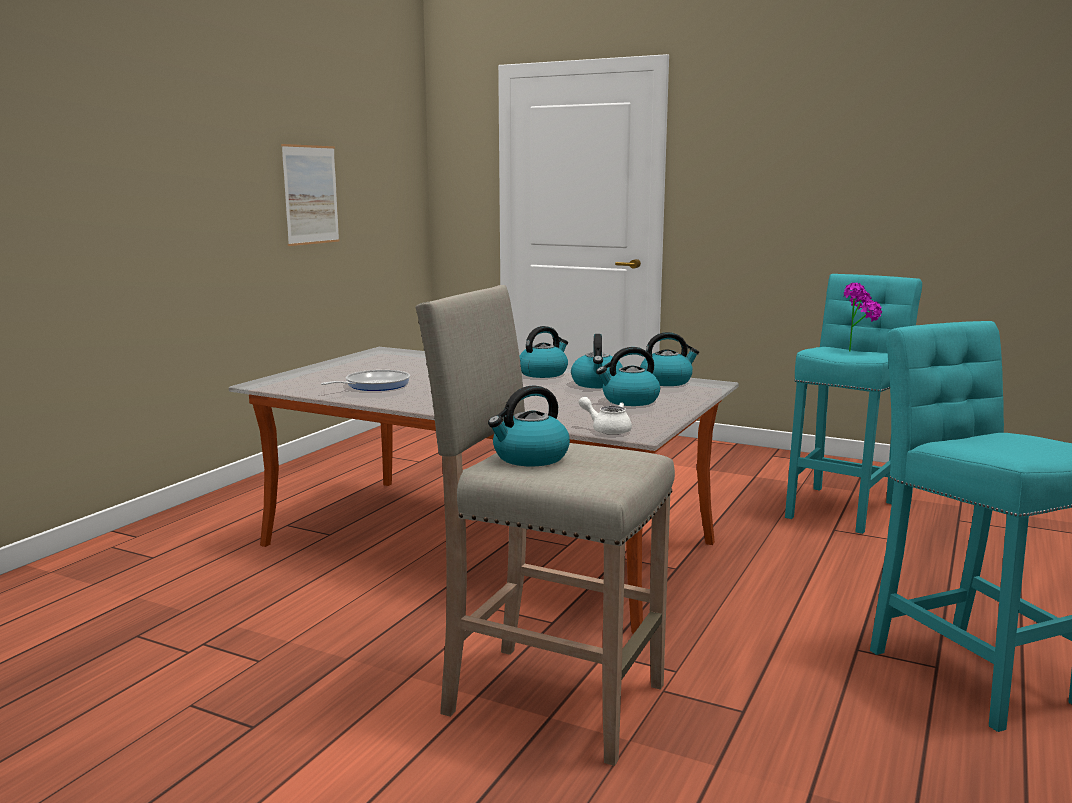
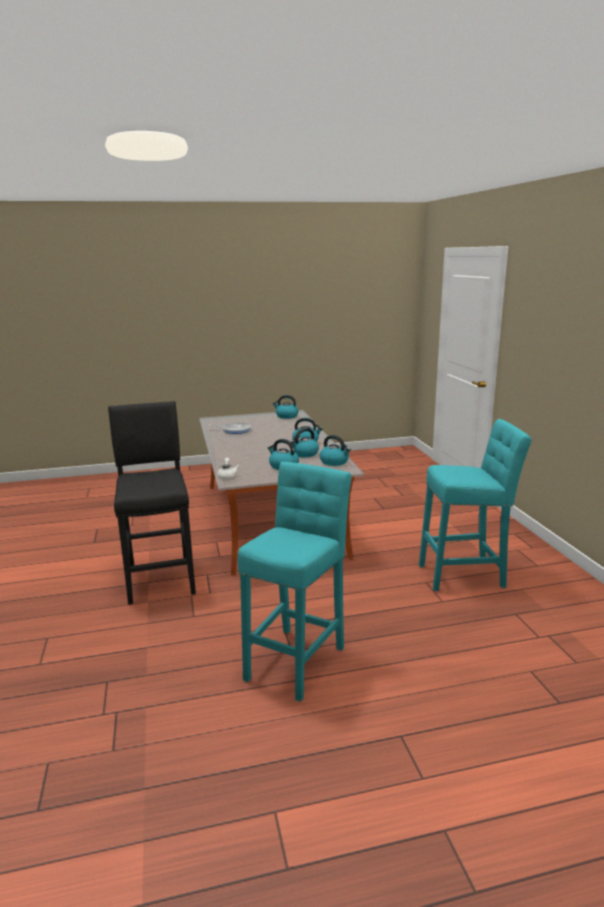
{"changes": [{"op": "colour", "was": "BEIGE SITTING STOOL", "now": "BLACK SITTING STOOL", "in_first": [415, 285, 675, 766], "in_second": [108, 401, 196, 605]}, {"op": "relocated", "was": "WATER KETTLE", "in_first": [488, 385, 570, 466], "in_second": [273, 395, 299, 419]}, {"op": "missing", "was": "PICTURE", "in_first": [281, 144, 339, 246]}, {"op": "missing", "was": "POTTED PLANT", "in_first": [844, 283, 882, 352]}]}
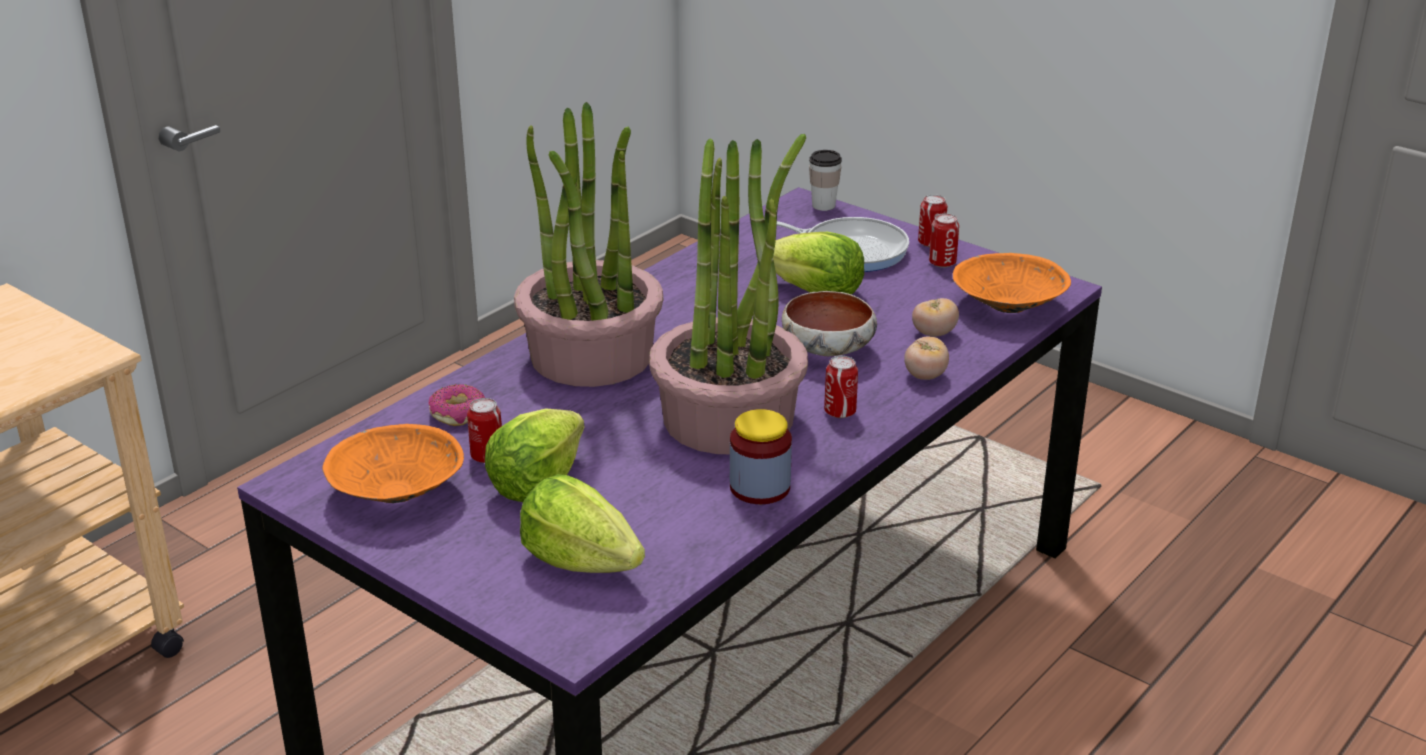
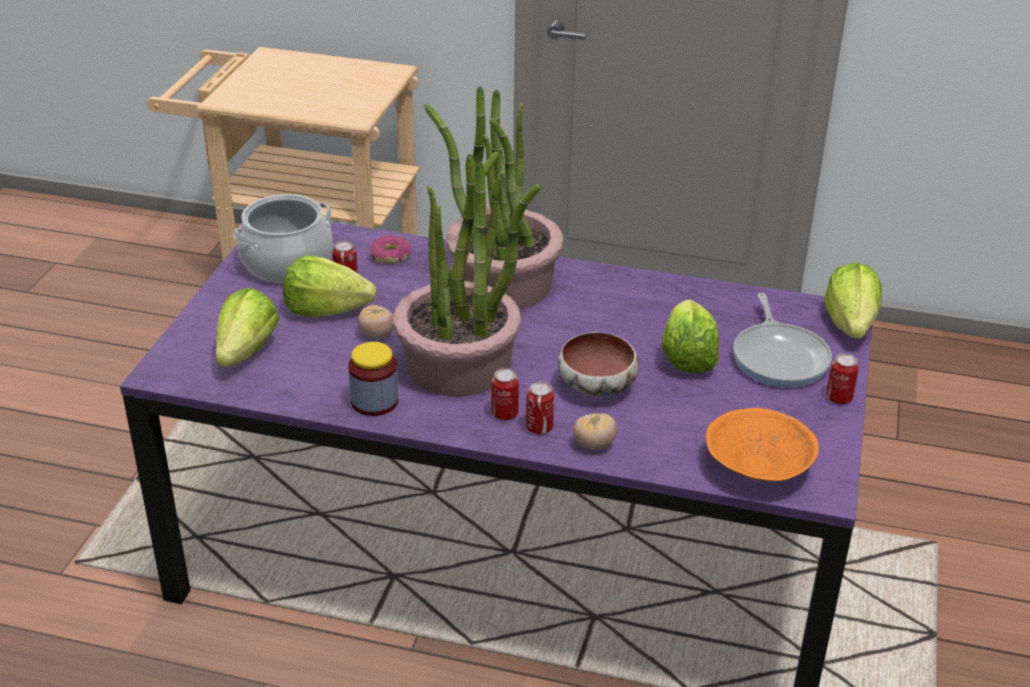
{"changes": [{"op": "exchanged", "was": "ORANGE-COLOURED SERVING BOWL", "now": "SAUCEPOT", "in_first": [322, 424, 464, 503], "in_second": [233, 194, 333, 283]}, {"op": "relocated", "was": "TOMATO", "in_first": [912, 298, 959, 337], "in_second": [358, 305, 394, 339]}, {"op": "relocated", "was": "METAL CAN", "in_first": [929, 213, 959, 268], "in_second": [526, 382, 554, 434]}, {"op": "exchanged", "was": "SMALL CUP", "now": "LETTUCE", "in_first": [809, 150, 842, 211], "in_second": [825, 262, 882, 339]}]}
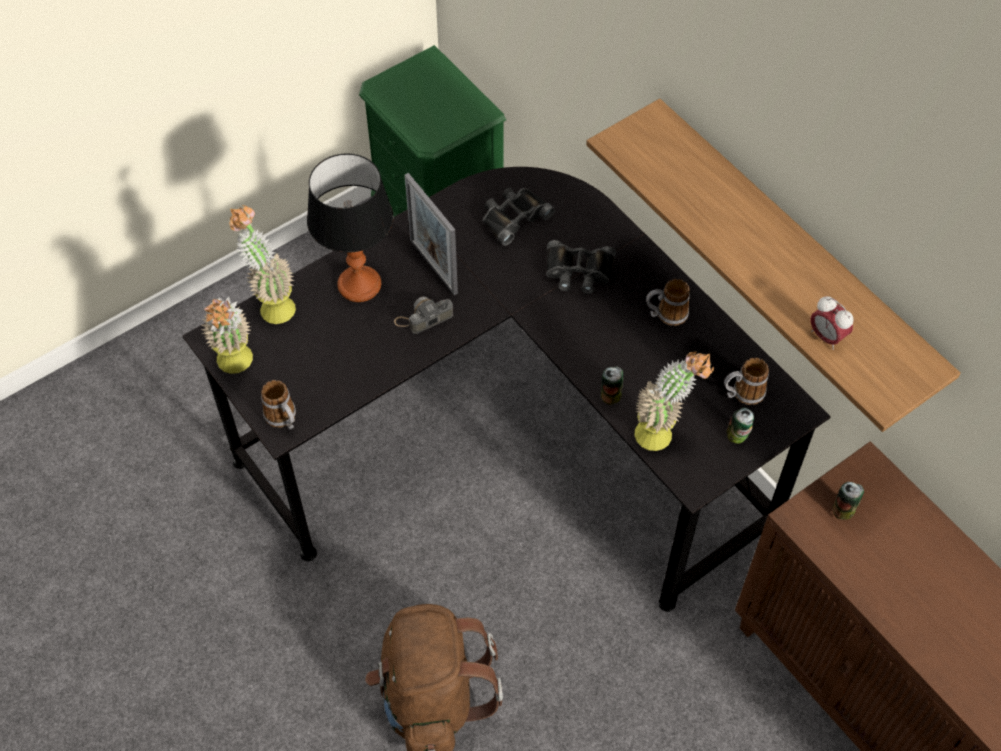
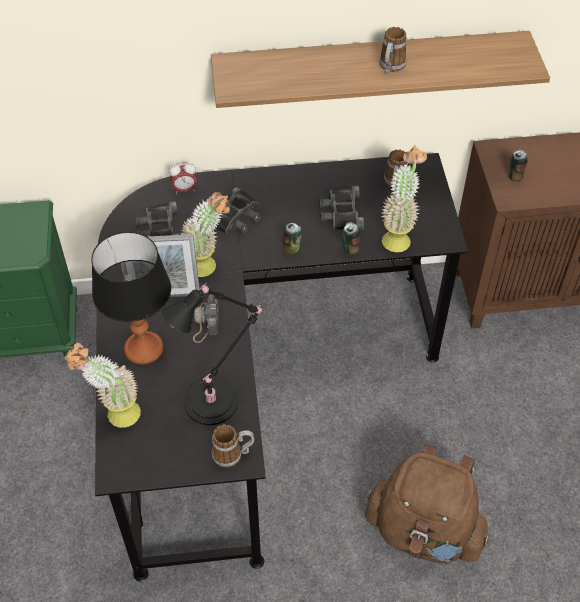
{"changes": [{"op": "appeared", "now": "BLACK TABLE LAMP", "in_second": [162, 282, 262, 425]}, {"op": "relocated", "was": "TABLE CLOCK", "in_first": [810, 296, 854, 350], "in_second": [169, 162, 197, 194]}, {"op": "relocated", "was": "POTTED PLANT", "in_first": [201, 297, 253, 374], "in_second": [180, 192, 230, 277]}, {"op": "relocated", "was": "METAL CAN", "in_first": [727, 408, 754, 444], "in_second": [283, 223, 301, 254]}, {"op": "appeared", "now": "BLACK BINOCULARS", "in_second": [319, 186, 364, 230]}, {"op": "relocated", "was": "MUG", "in_first": [646, 279, 690, 326], "in_second": [379, 27, 407, 73]}]}
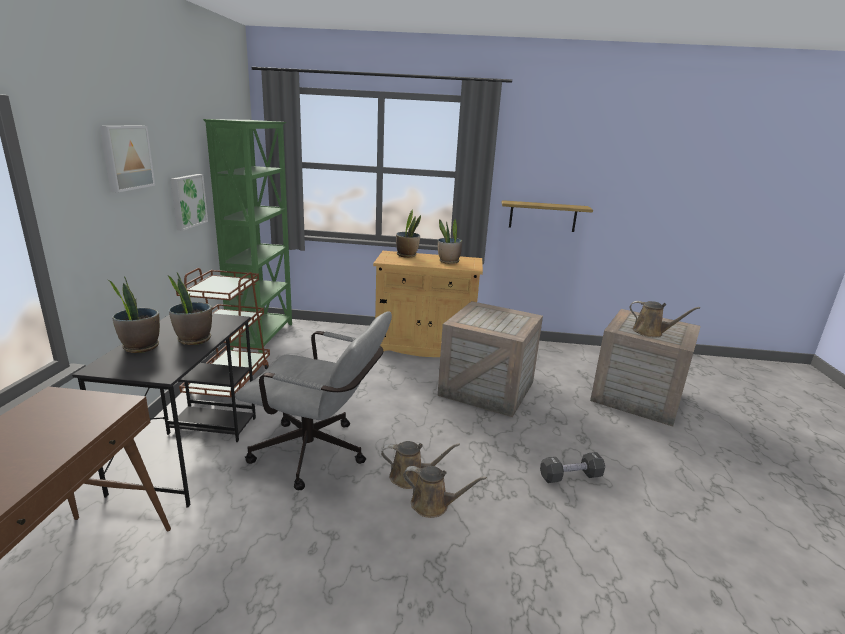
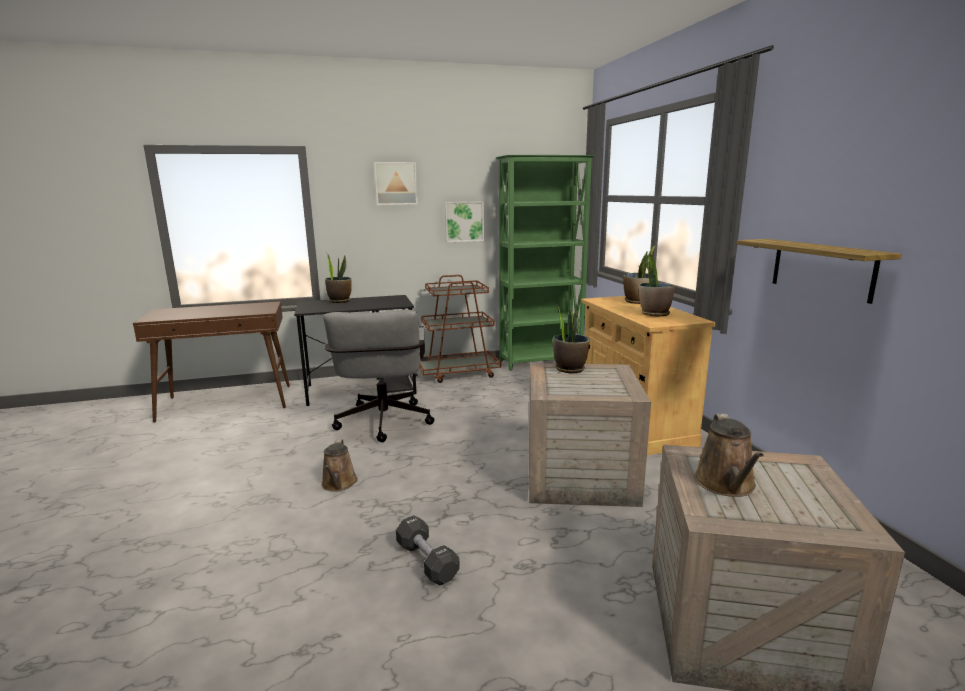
{"changes": [{"op": "relocated", "was": "POTTED PLANT", "in_first": [167, 272, 212, 345], "in_second": [553, 302, 590, 374]}, {"op": "missing", "was": "BROWN-COLOURED WATERING POT", "in_first": [381, 441, 460, 489]}]}
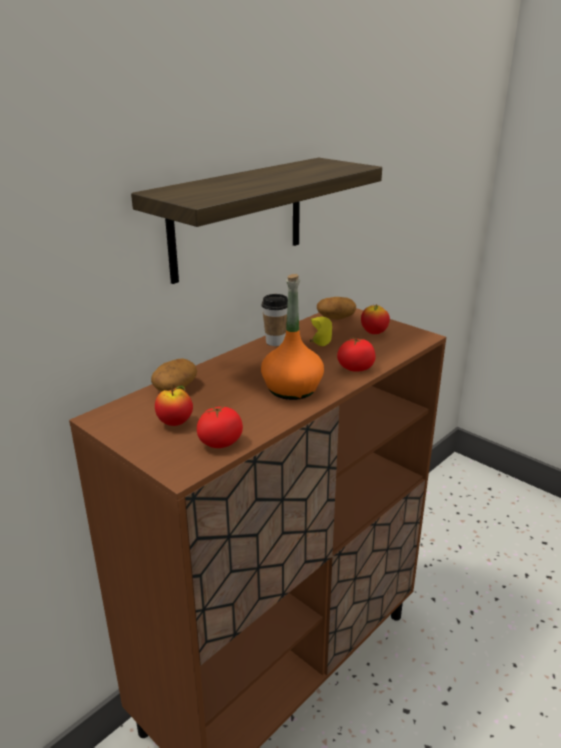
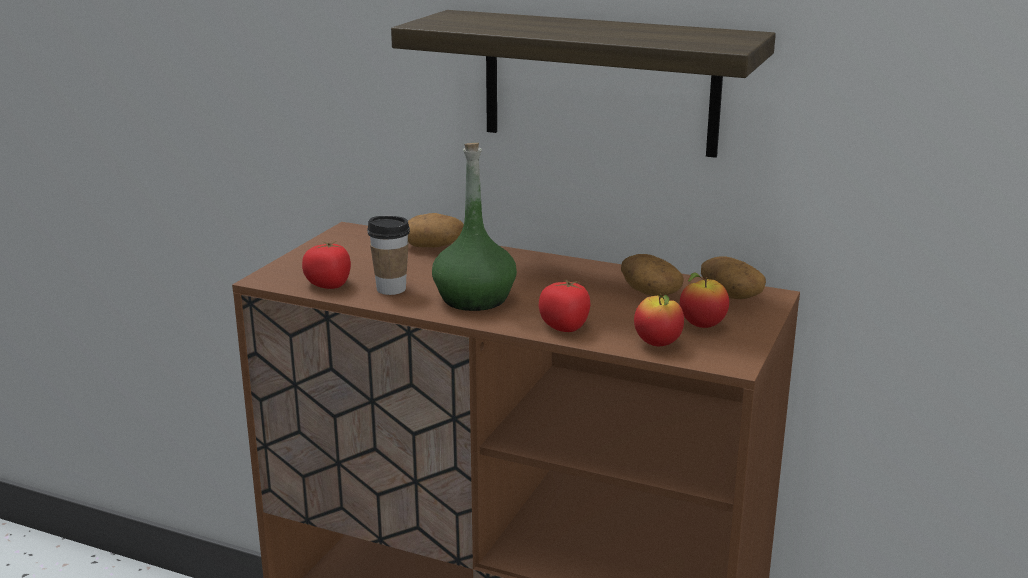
{"changes": [{"op": "relocated", "was": "SMALL CUP", "in_first": [262, 294, 288, 346], "in_second": [367, 216, 410, 295]}, {"op": "colour", "was": "ORANGE-COLOURED DRINK BOTTLE", "now": "GREEN-COLOURED DRINK BOTTLE", "in_first": [261, 274, 324, 400], "in_second": [432, 143, 517, 311]}, {"op": "exchanged", "was": "BANANA FRUIT", "now": "POTATO", "in_first": [310, 317, 332, 346], "in_second": [621, 254, 684, 296]}, {"op": "relocated", "was": "APPLE FRUIT", "in_first": [155, 386, 193, 426], "in_second": [634, 294, 684, 346]}]}
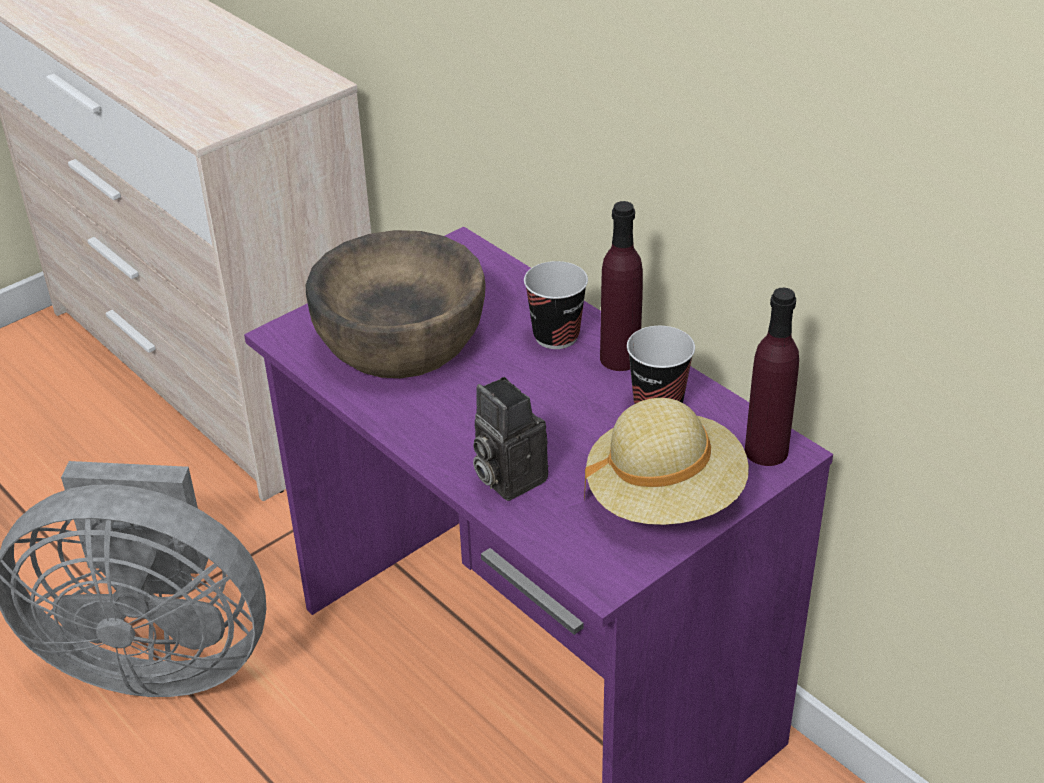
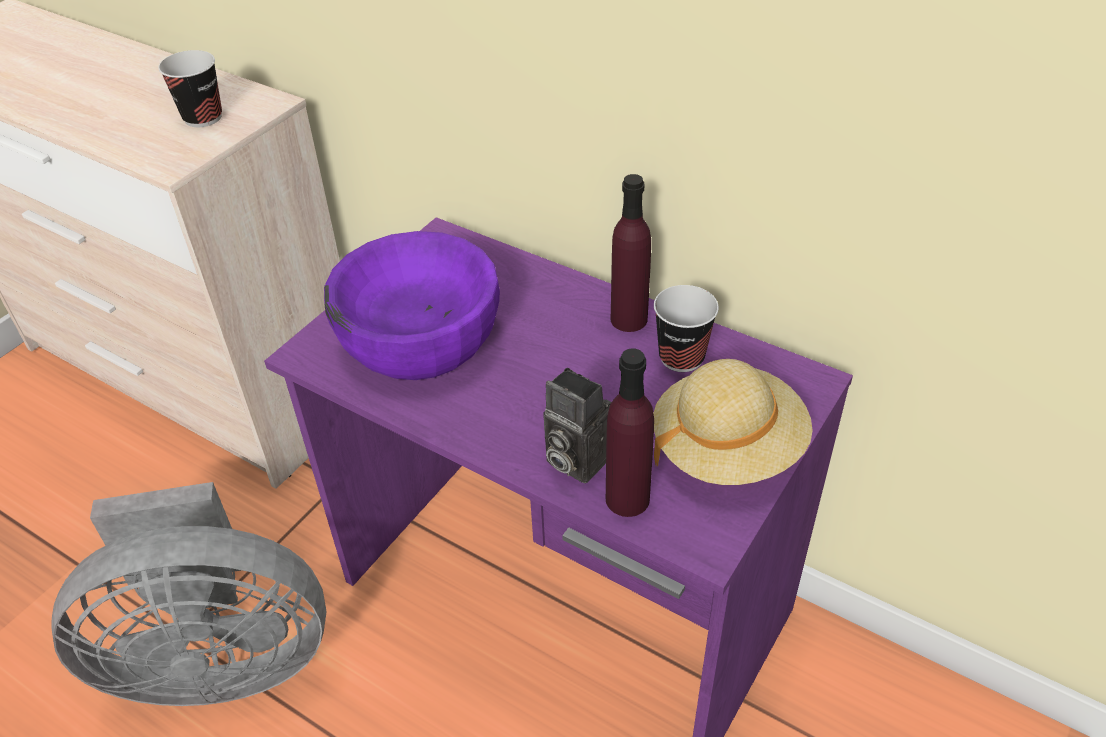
{"changes": [{"op": "relocated", "was": "SMALL CUP", "in_first": [524, 261, 588, 349], "in_second": [158, 50, 222, 127]}, {"op": "colour", "was": "BROWN-COLOURED SERVING BOWL", "now": "PURPLE SERVING BOWL", "in_first": [306, 230, 486, 378], "in_second": [324, 231, 500, 380]}, {"op": "relocated", "was": "PURPLE DRINK BOTTLE", "in_first": [745, 288, 799, 466], "in_second": [606, 348, 654, 517]}]}
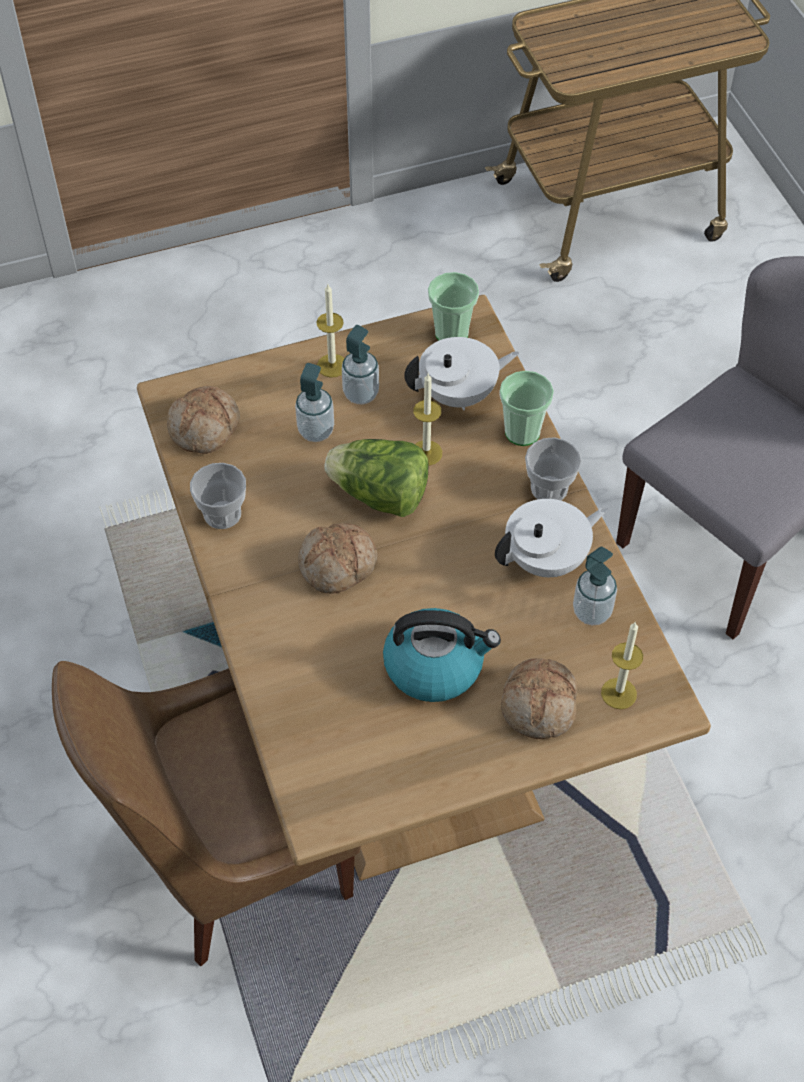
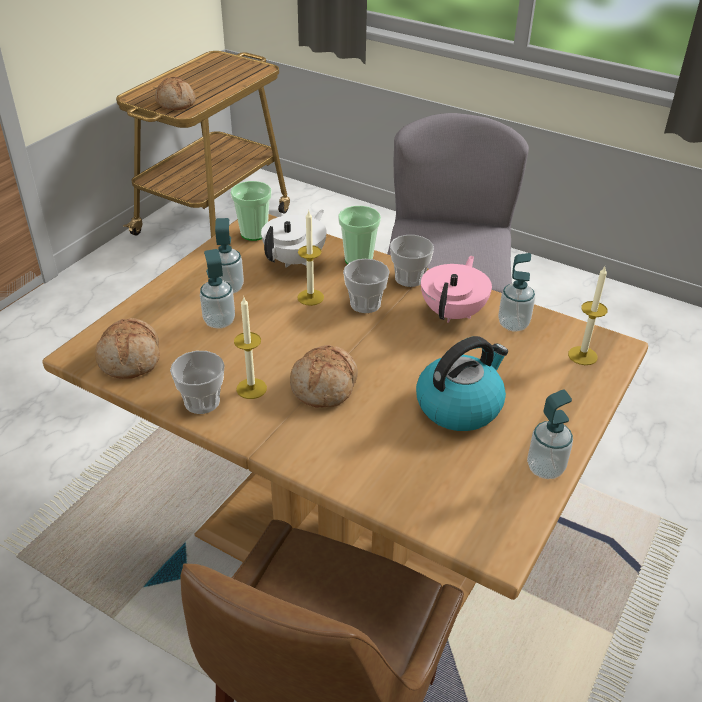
{"changes": [{"op": "relocated", "was": "BAKERY BREAD", "in_first": [501, 658, 578, 739], "in_second": [155, 77, 196, 110]}, {"op": "relocated", "was": "WAX LIGHT", "in_first": [316, 284, 345, 378], "in_second": [234, 297, 267, 399]}, {"op": "appeared", "now": "SMALL CUP", "in_second": [343, 259, 390, 313]}, {"op": "colour", "was": "WHITE-COLOURED POT FOR TEA", "now": "PINKISH POT FOR TEA", "in_first": [495, 499, 608, 577], "in_second": [421, 256, 492, 323]}, {"op": "appeared", "now": "LIQUID SOAP BOTTLE", "in_second": [527, 390, 573, 479]}, {"op": "missing", "was": "LETTUCE", "in_first": [324, 439, 428, 517]}]}
